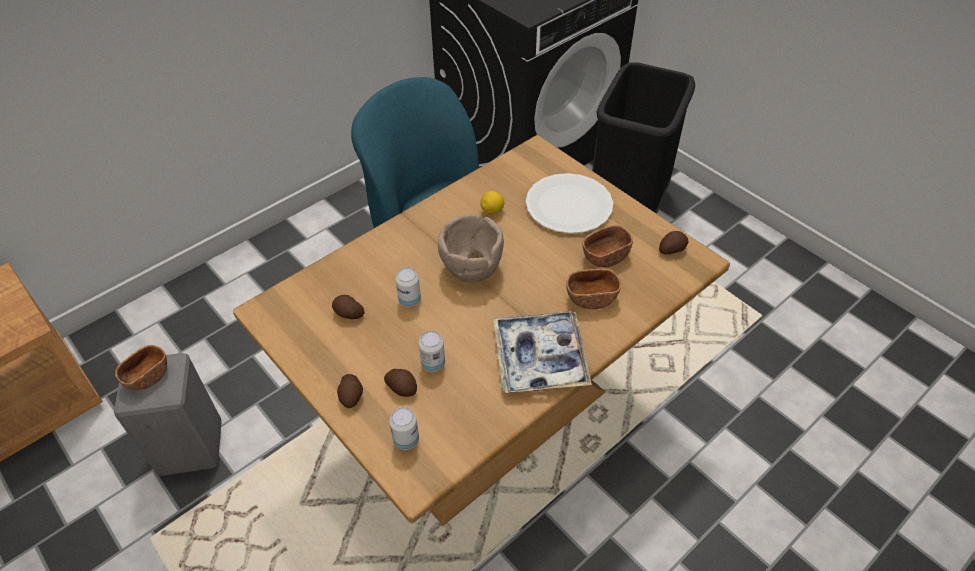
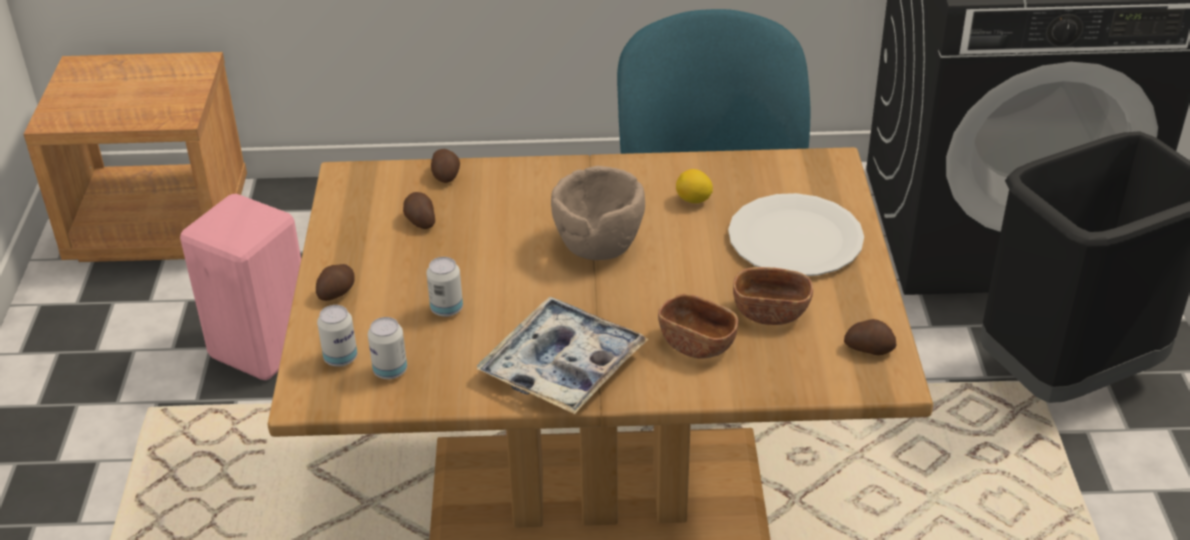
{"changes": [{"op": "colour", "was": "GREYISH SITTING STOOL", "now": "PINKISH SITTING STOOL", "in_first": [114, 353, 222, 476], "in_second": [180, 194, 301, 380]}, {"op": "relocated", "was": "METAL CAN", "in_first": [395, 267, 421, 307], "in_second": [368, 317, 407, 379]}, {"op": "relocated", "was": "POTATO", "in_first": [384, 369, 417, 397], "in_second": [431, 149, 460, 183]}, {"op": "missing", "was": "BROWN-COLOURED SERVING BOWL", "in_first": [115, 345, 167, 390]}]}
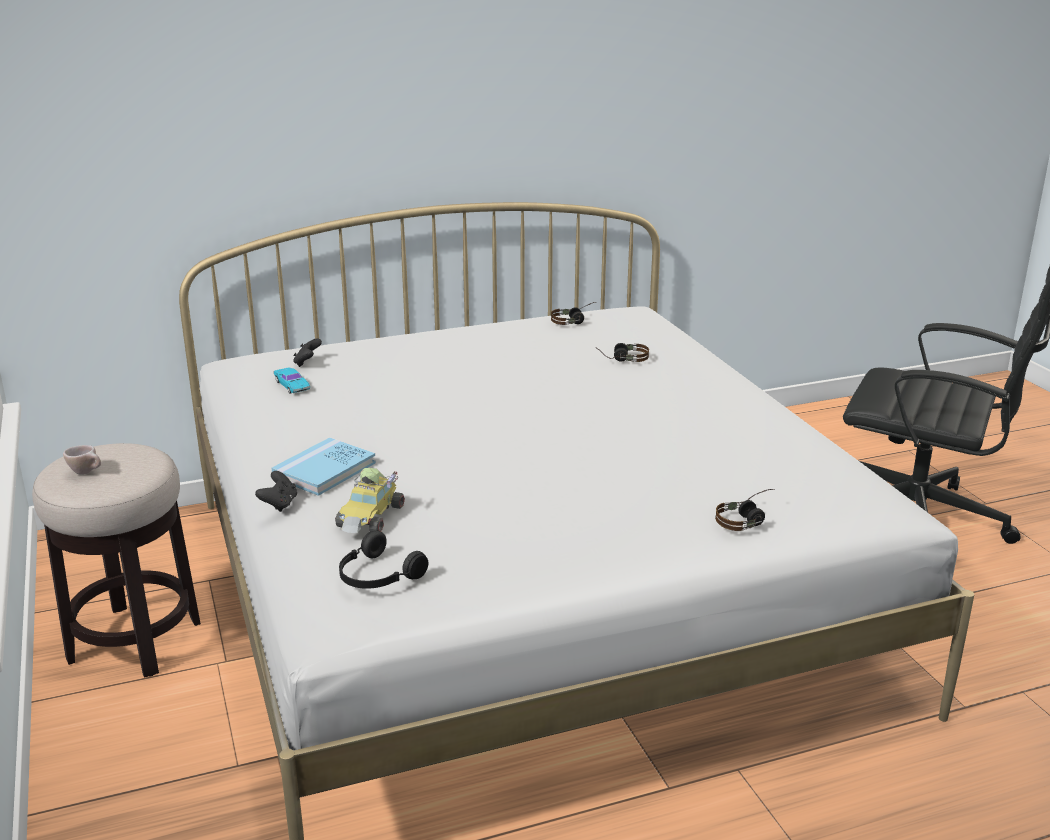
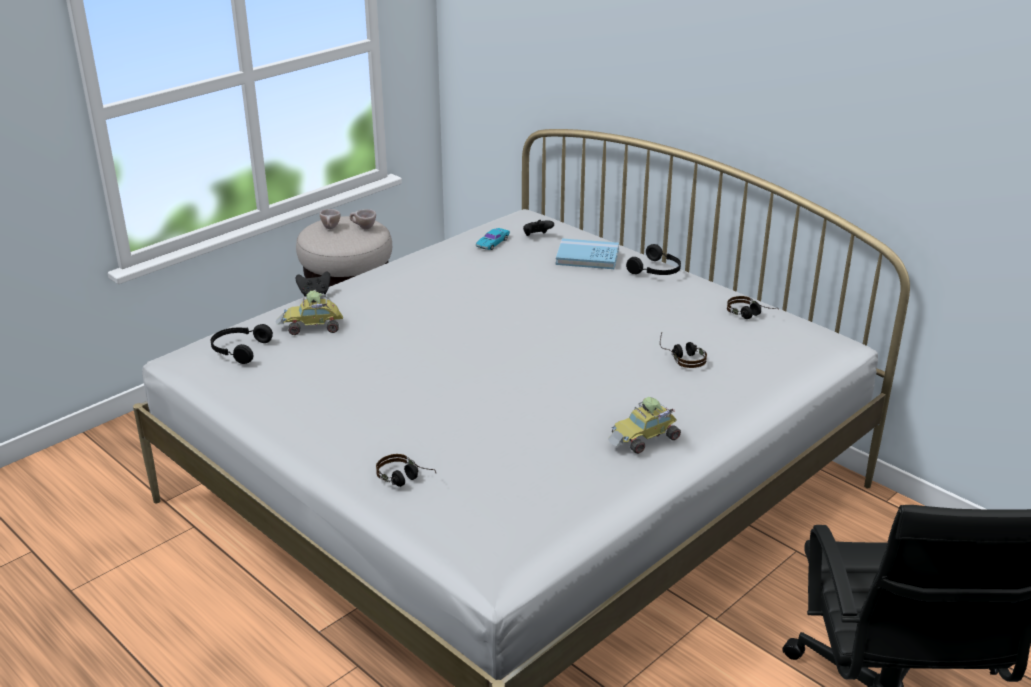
{"changes": [{"op": "appeared", "now": "BEIGE SMALL CUP", "in_second": [350, 209, 376, 230]}, {"op": "relocated", "was": "BLUISH BOOK", "in_first": [272, 438, 376, 496], "in_second": [556, 238, 619, 269]}, {"op": "appeared", "now": "MODEL CAR", "in_second": [608, 397, 681, 454]}, {"op": "appeared", "now": "BLACK PAIR OF HEADPHONES", "in_second": [626, 244, 681, 275]}]}
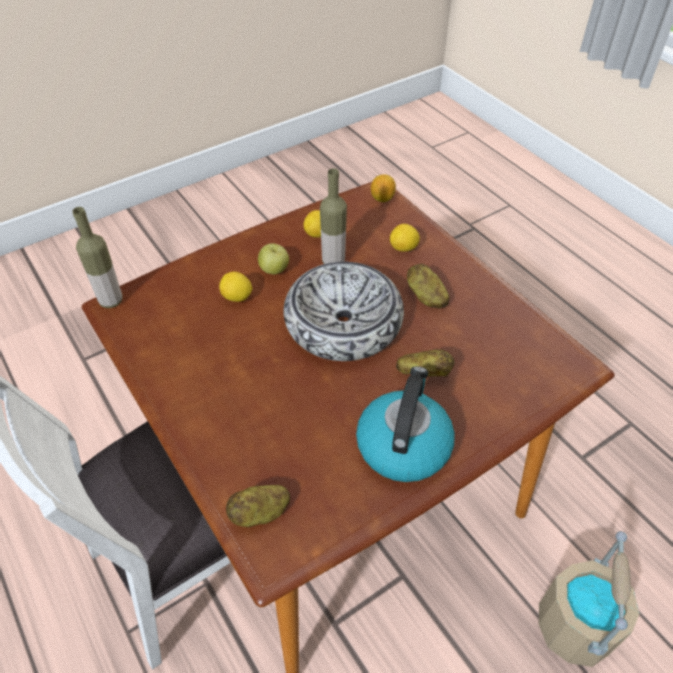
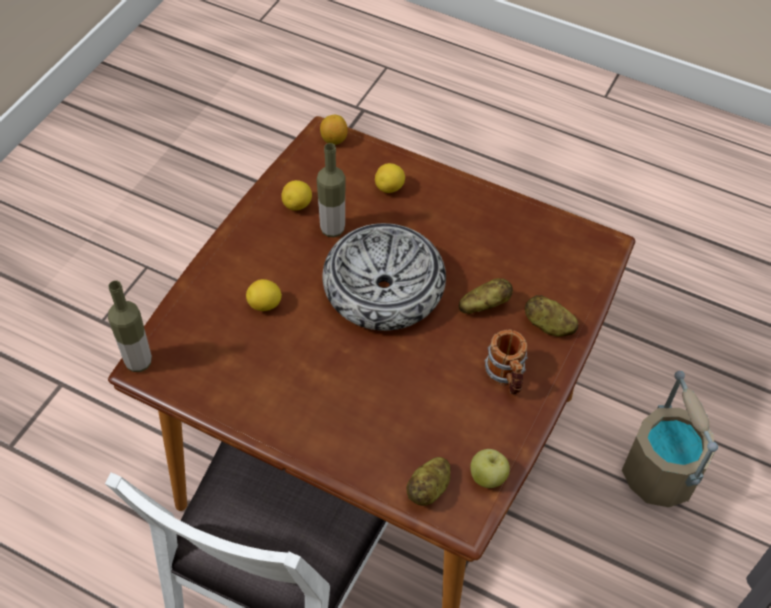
{"changes": [{"op": "relocated", "was": "APPLE FRUIT", "in_first": [258, 243, 289, 275], "in_second": [470, 449, 510, 488]}, {"op": "exchanged", "was": "WATER KETTLE", "now": "MUG", "in_first": [356, 366, 455, 482], "in_second": [485, 329, 528, 394]}, {"op": "relocated", "was": "POTATO", "in_first": [407, 264, 449, 308], "in_second": [525, 295, 578, 337]}]}
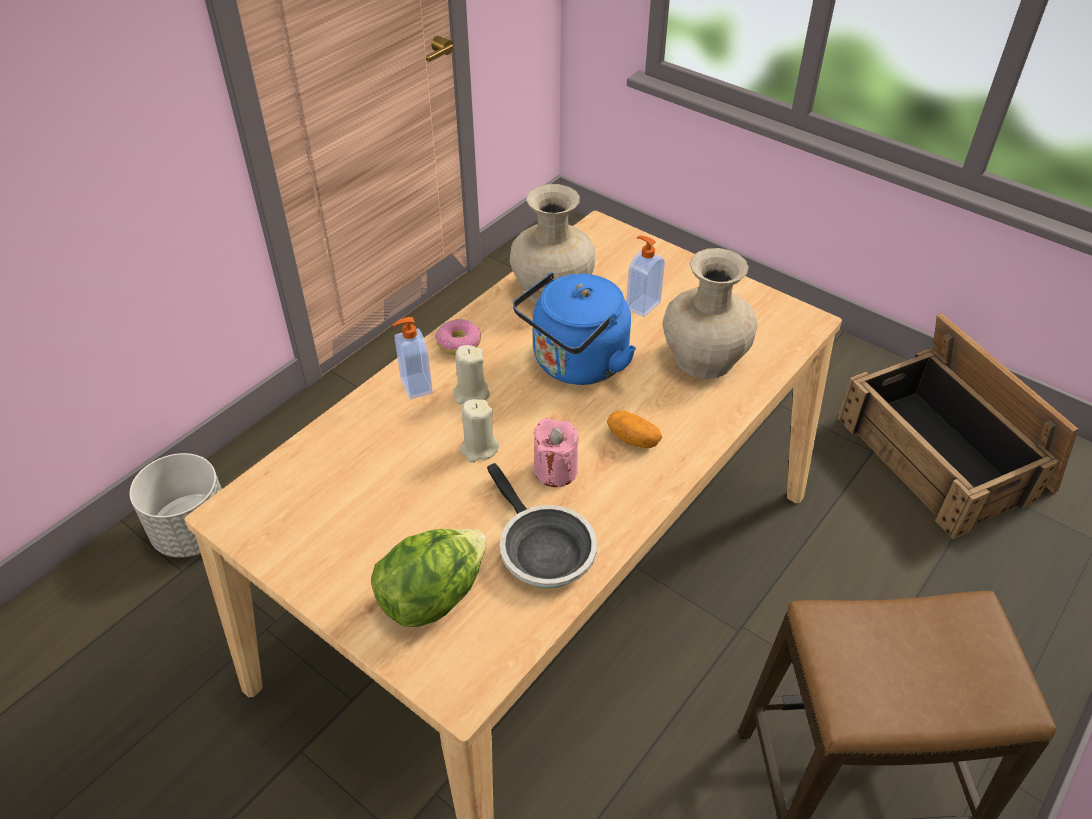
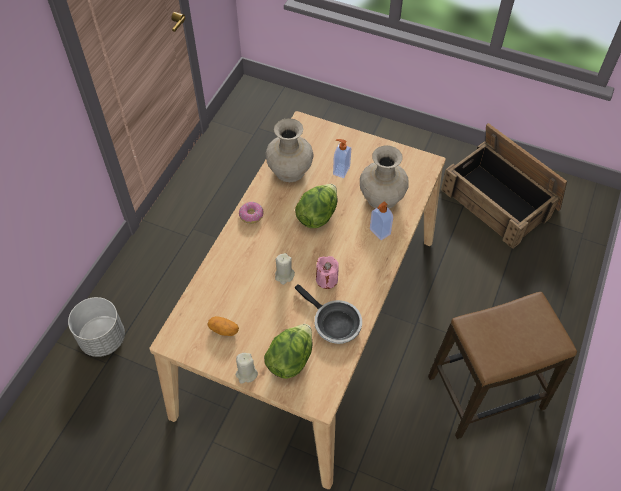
{"changes": [{"op": "relocated", "was": "POTATO", "in_first": [607, 411, 662, 448], "in_second": [207, 316, 239, 336]}, {"op": "relocated", "was": "BEIGE WAX LIGHT", "in_first": [453, 345, 490, 404], "in_second": [236, 353, 258, 384]}, {"op": "exchanged", "was": "BLUISH WATER KETTLE", "now": "LETTUCE", "in_first": [513, 272, 636, 385], "in_second": [295, 184, 337, 228]}, {"op": "relocated", "was": "LIQUID SOAP BOTTLE", "in_first": [392, 317, 433, 399], "in_second": [370, 201, 393, 240]}]}
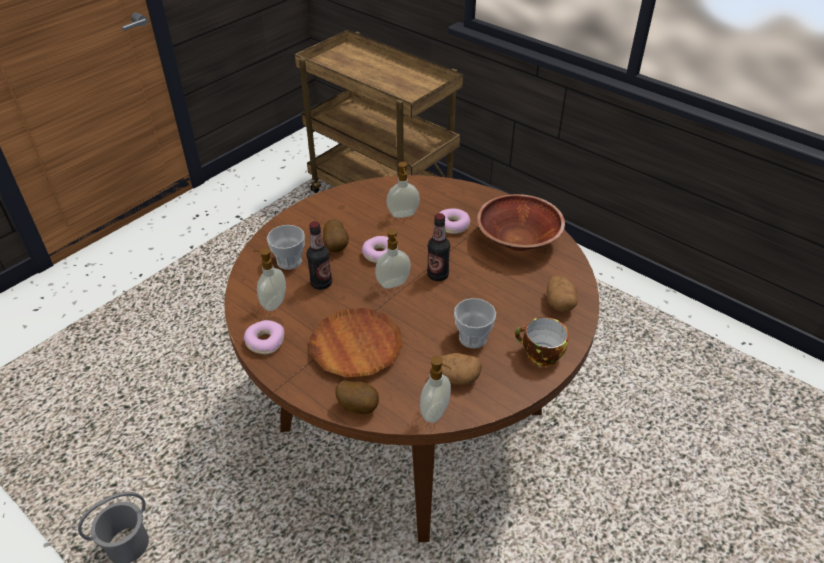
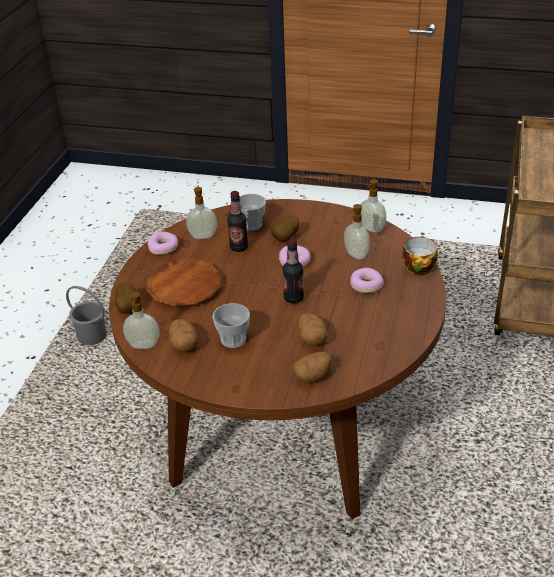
{"changes": [{"op": "appeared", "now": "POTATO", "in_second": [298, 313, 327, 346]}, {"op": "relocated", "was": "LIQUID SOAP BOTTLE", "in_first": [375, 229, 411, 289], "in_second": [361, 179, 386, 233]}, {"op": "relocated", "was": "SMALL CUP", "in_first": [515, 317, 568, 366], "in_second": [402, 237, 438, 275]}, {"op": "missing", "was": "BROWN-COLOURED SERVING BOWL", "in_first": [477, 194, 565, 251]}]}
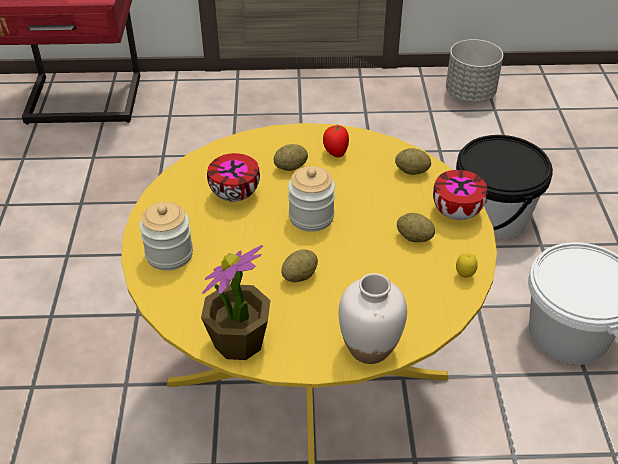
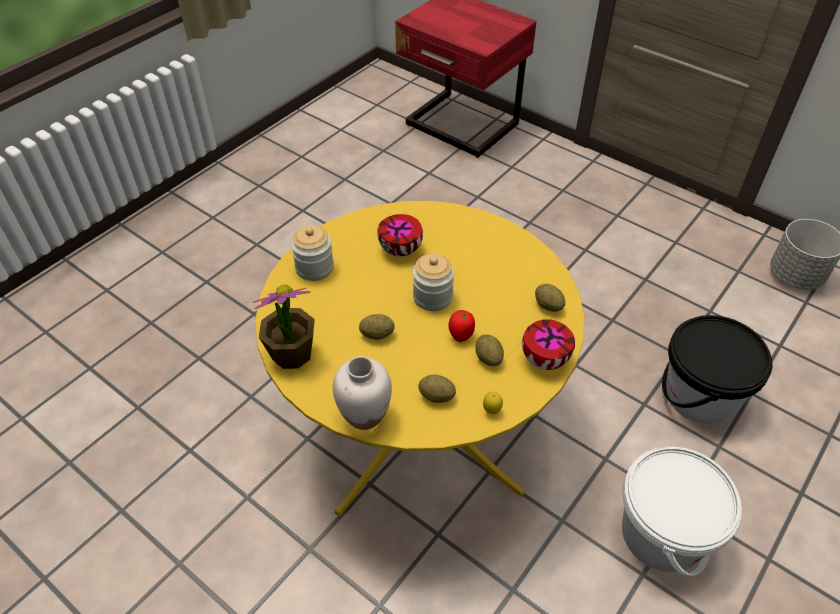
{"changes": [{"op": "relocated", "was": "POTATO", "in_first": [274, 144, 308, 171], "in_second": [418, 375, 456, 403]}, {"op": "relocated", "was": "TOMATO", "in_first": [323, 125, 349, 157], "in_second": [448, 310, 475, 342]}]}
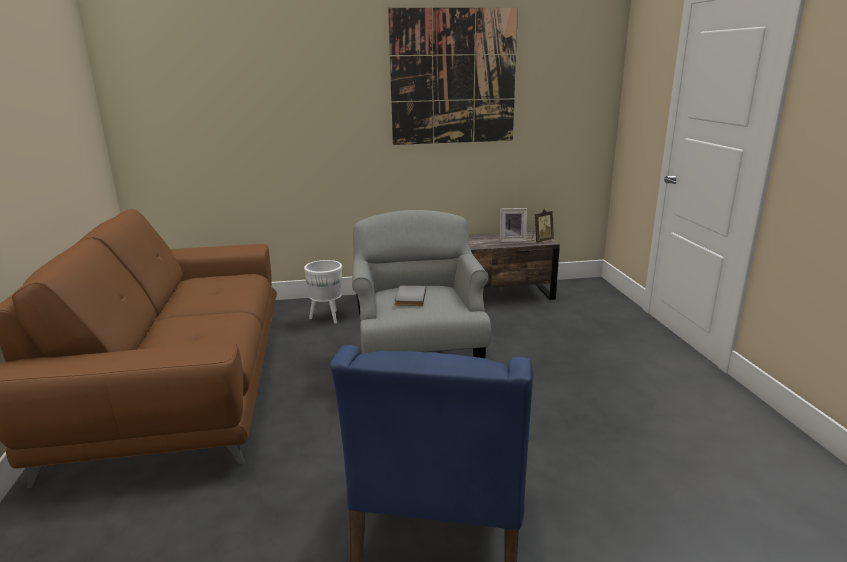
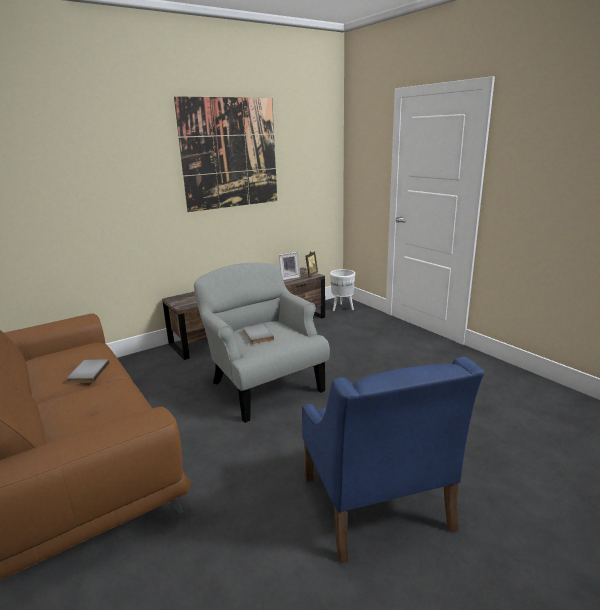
{"changes": [{"op": "appeared", "now": "GREYISH BOOK", "in_second": [66, 359, 110, 383]}, {"op": "relocated", "was": "WHITE-COLOURED FLOWER POT", "in_first": [304, 260, 342, 323], "in_second": [330, 269, 355, 311]}]}
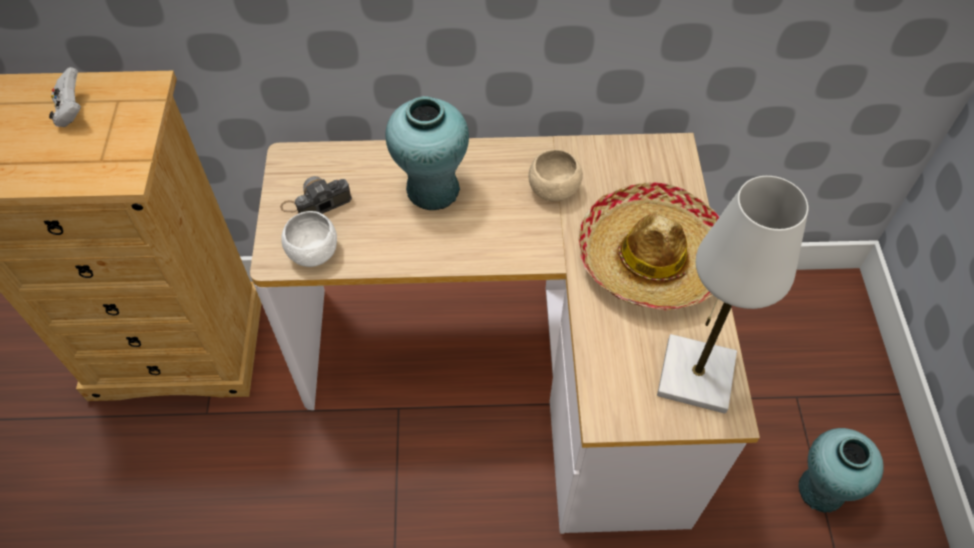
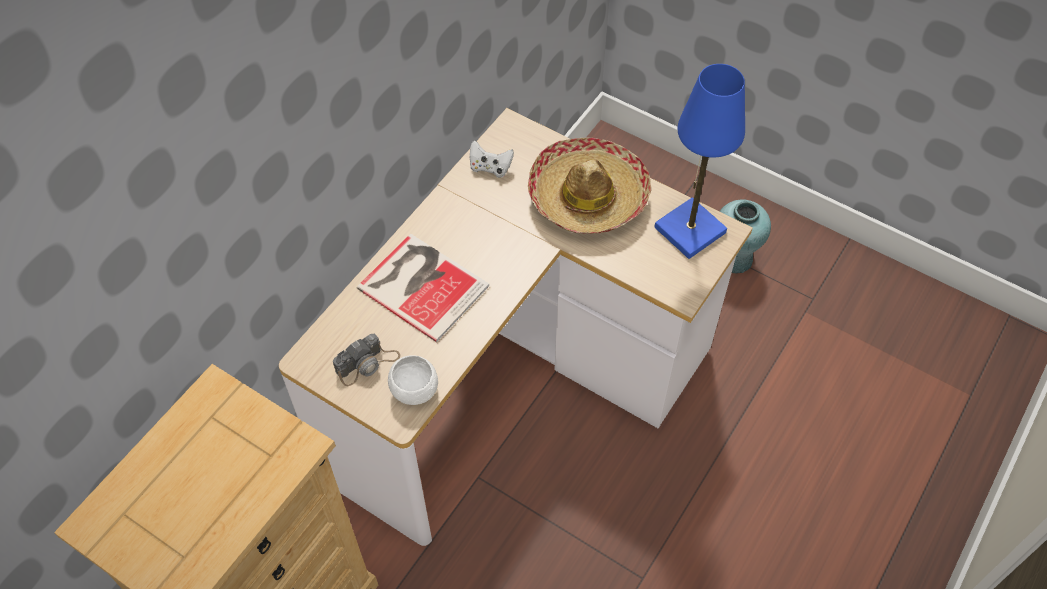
{"changes": [{"op": "spun", "was": "STILL CAMERA", "in_first": [280, 176, 352, 214], "in_second": [333, 334, 400, 386], "clockwise": -135}, {"op": "exchanged", "was": "TURQUOISE-COLOURED FLOWER VASE", "now": "BOOK", "in_first": [386, 96, 469, 210], "in_second": [357, 234, 489, 342]}, {"op": "relocated", "was": "WHITE-COLOURED GAMEPAD", "in_first": [49, 67, 81, 127], "in_second": [470, 141, 514, 178]}, {"op": "colour", "was": "WHITE-COLOURED TABLE LAMP", "now": "BLUISH TABLE LAMP", "in_first": [657, 176, 808, 414], "in_second": [654, 64, 745, 259]}, {"op": "missing", "was": "BEIGE SERVING BOWL", "in_first": [528, 149, 583, 201]}]}
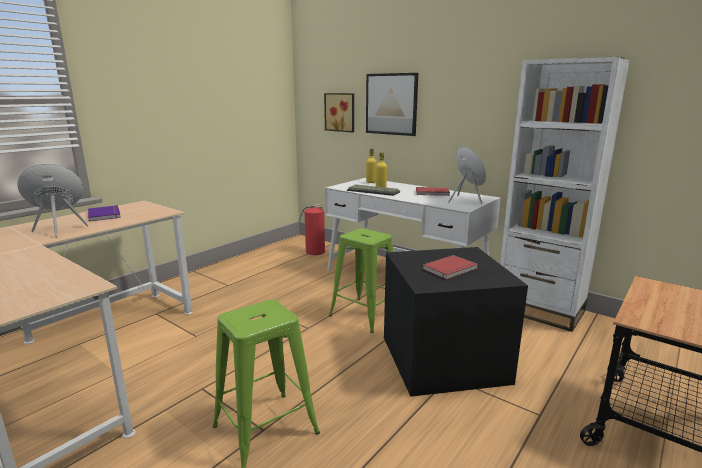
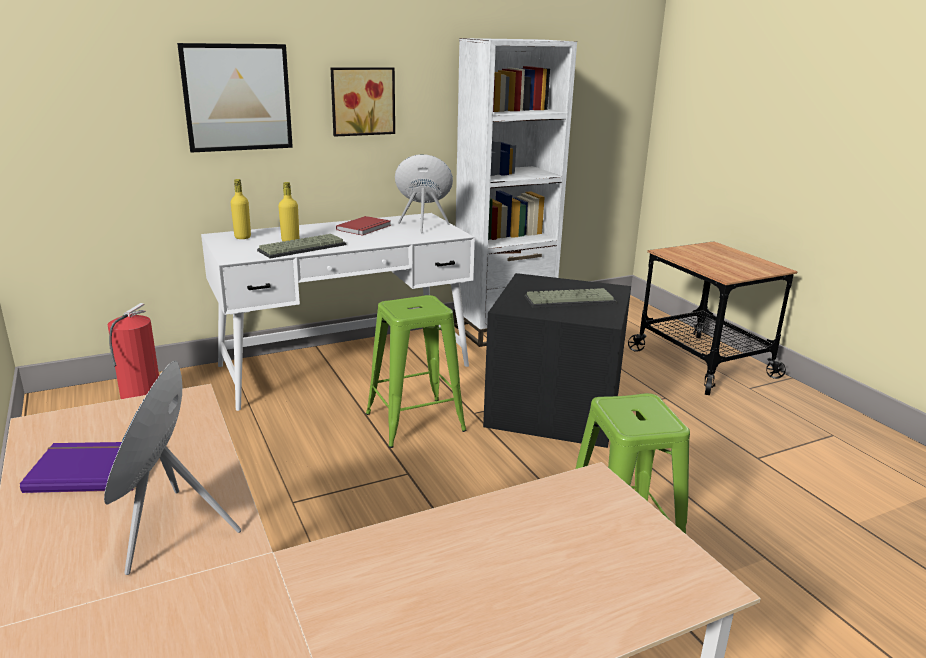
{"changes": [{"op": "relocated", "was": "PICTURE", "in_first": [324, 93, 354, 132], "in_second": [331, 67, 395, 137]}, {"op": "exchanged", "was": "REDDISH BOOK", "now": "COMPUTER KEYBOARD", "in_first": [422, 255, 478, 279], "in_second": [525, 288, 617, 308]}]}
